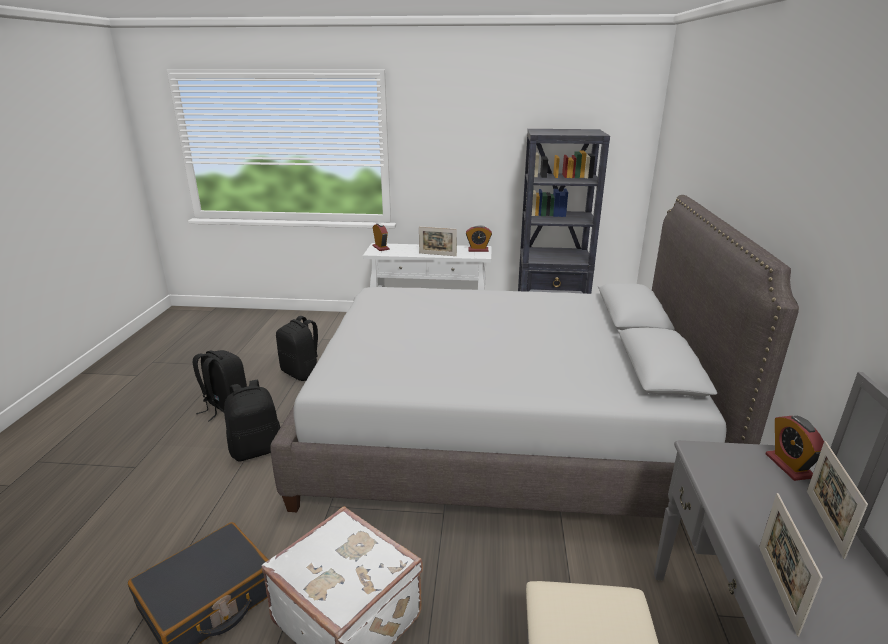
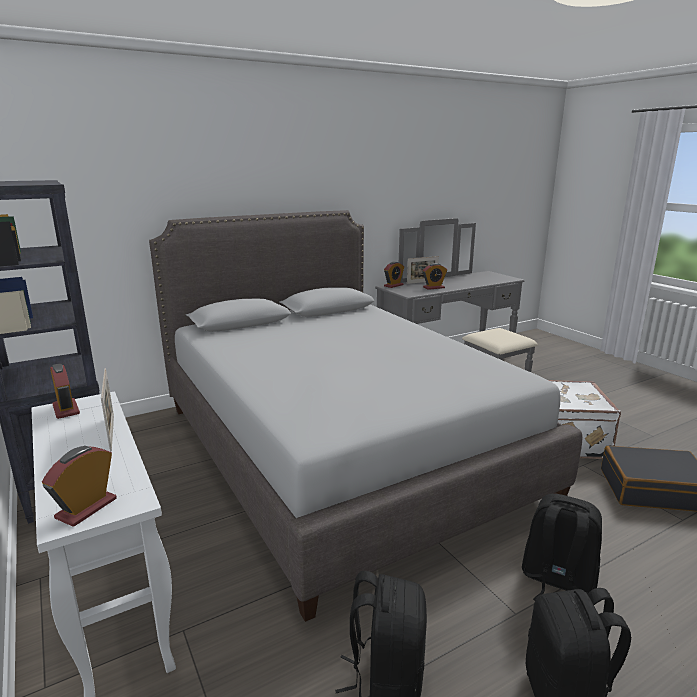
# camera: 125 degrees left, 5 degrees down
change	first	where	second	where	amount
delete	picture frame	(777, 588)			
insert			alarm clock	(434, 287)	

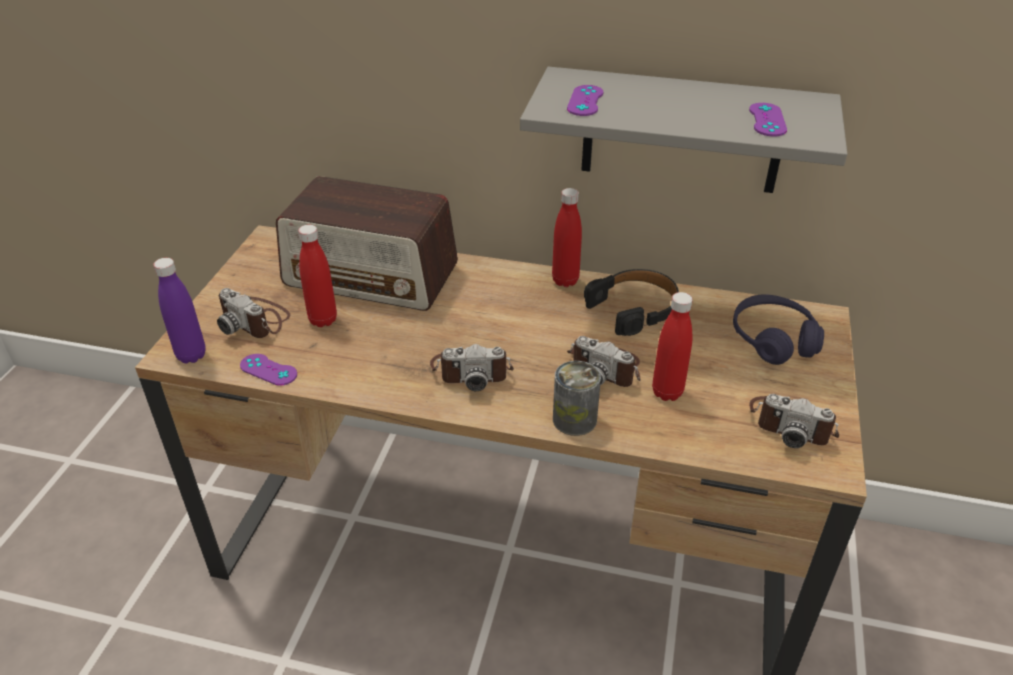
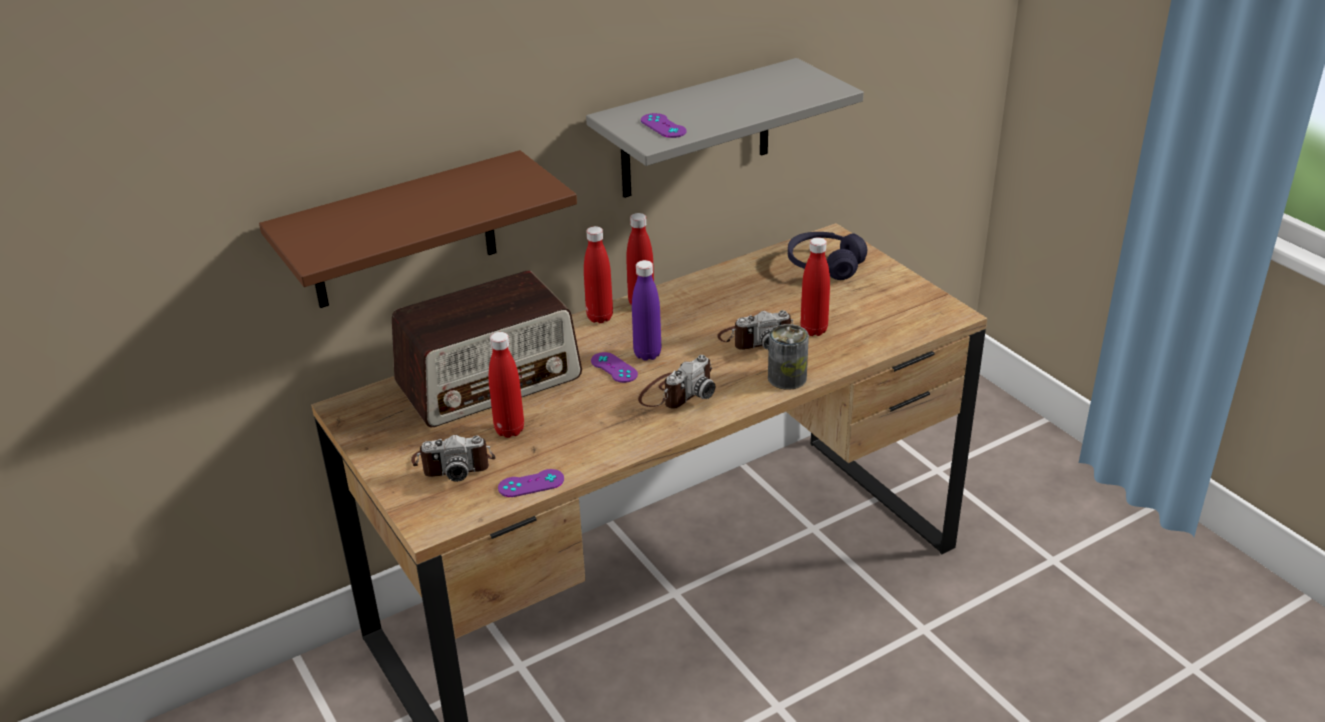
# camera: 45 degrees left, 5 degrees down
change	first	where	second	where	amount
delete	headphones (black)	(634, 308)			
delete	photo camera	(791, 424)			
insert			shelf (brown)	(402, 232)	
insert			bottle (red)	(600, 317)	
move	bottle (purple)	(191, 355)		(647, 354)	
move	game controller (purple)	(767, 120)		(614, 368)	

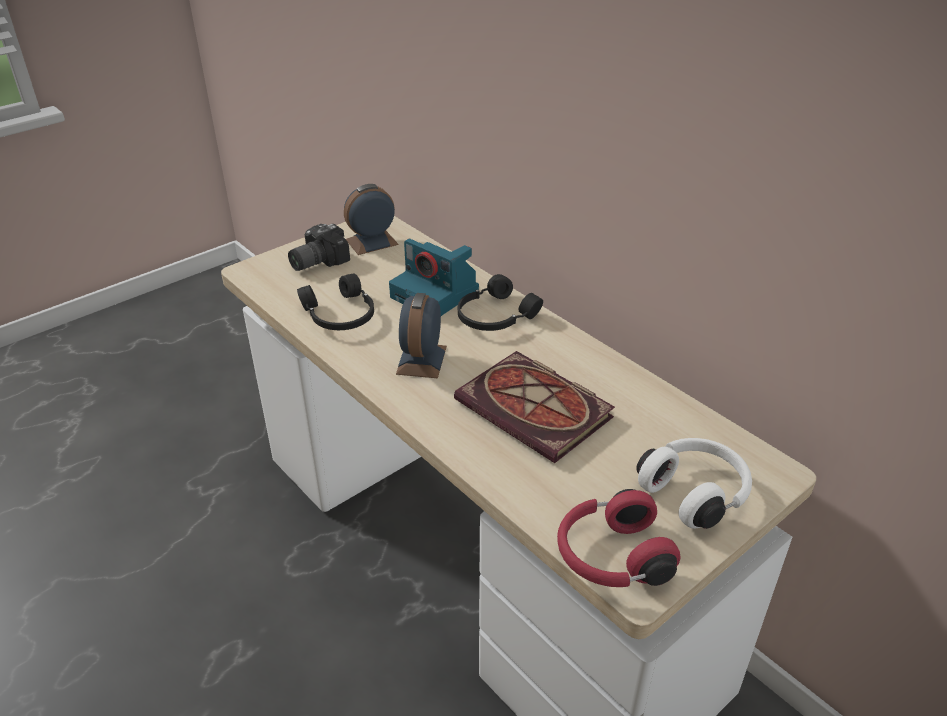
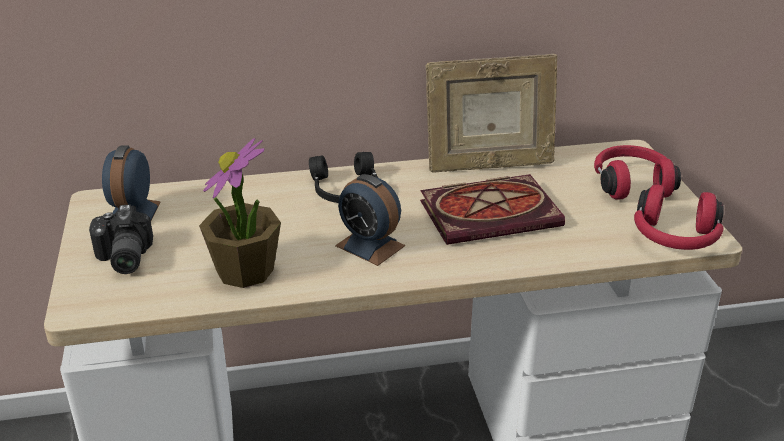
# camera: 60 degrees left, 5 degrees down
change	first	where	second	where	amount
delete	photo camera	(436, 294)			
insert			picture frame	(488, 166)	
replace	headphones (black)	(339, 315)	potted plant	(245, 271)	
recolor	headphones (white)	(695, 492)	headphones (red)	(631, 184)	

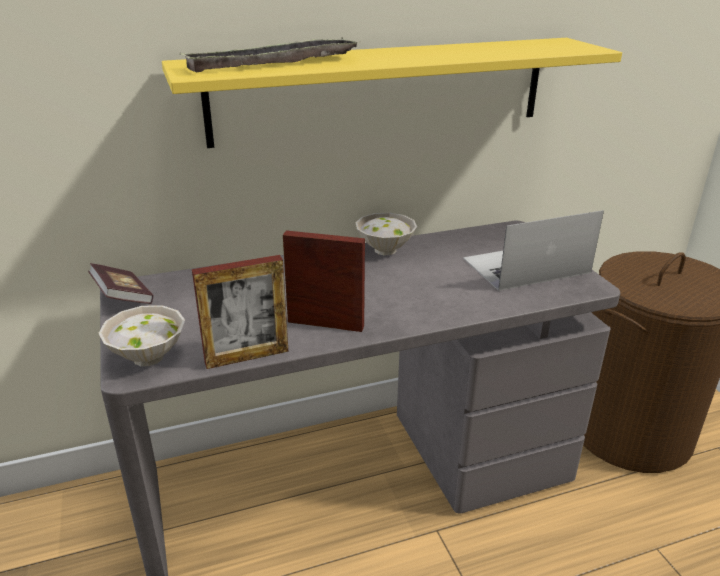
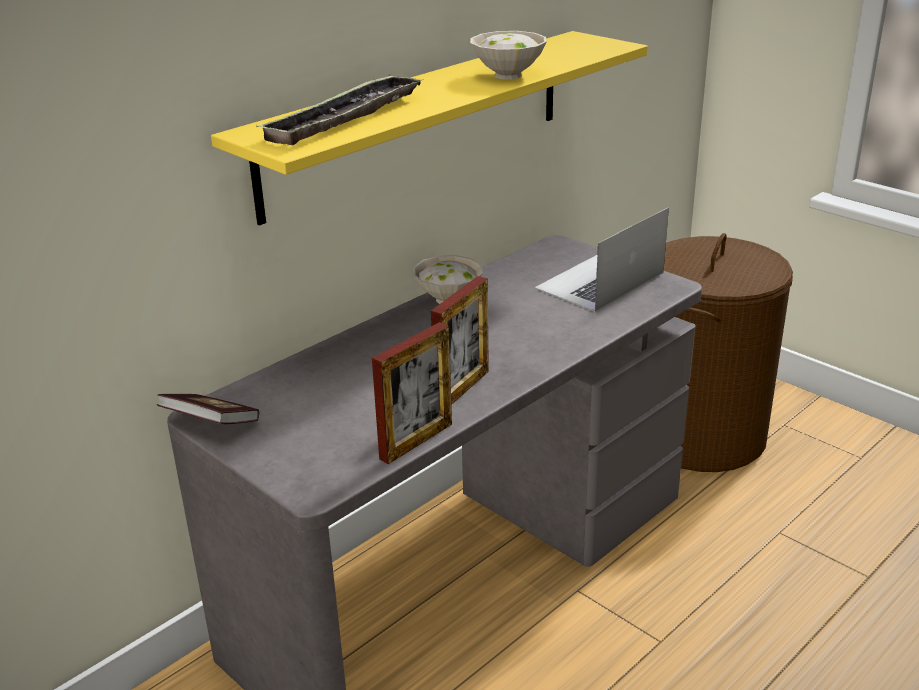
# camera: 25 degrees left, 0 degrees up
change	first	where	second	where	amount
move	bowl (white)	(146, 357)		(506, 76)	
rotate	picture frame	(325, 324)		(462, 389)	135 degrees clockwise

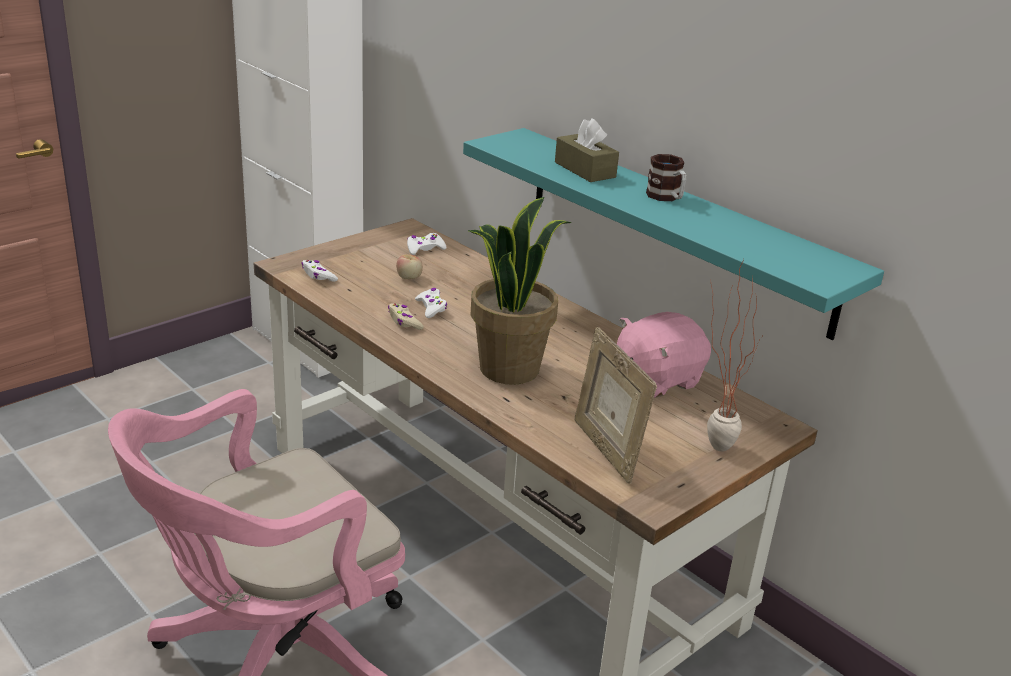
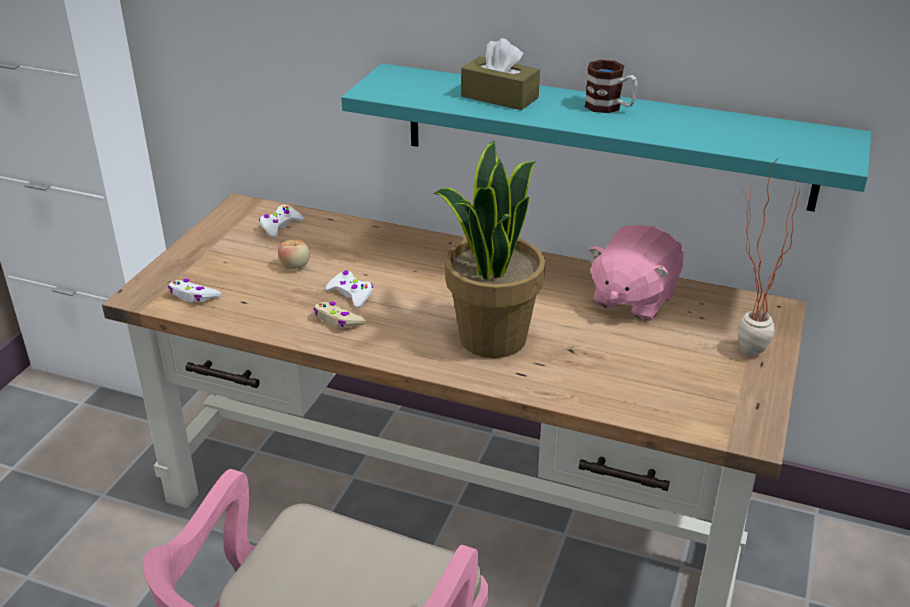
# camera: 25 degrees left, 5 degrees up
change	first	where	second	where	amount
delete	picture frame	(606, 450)			

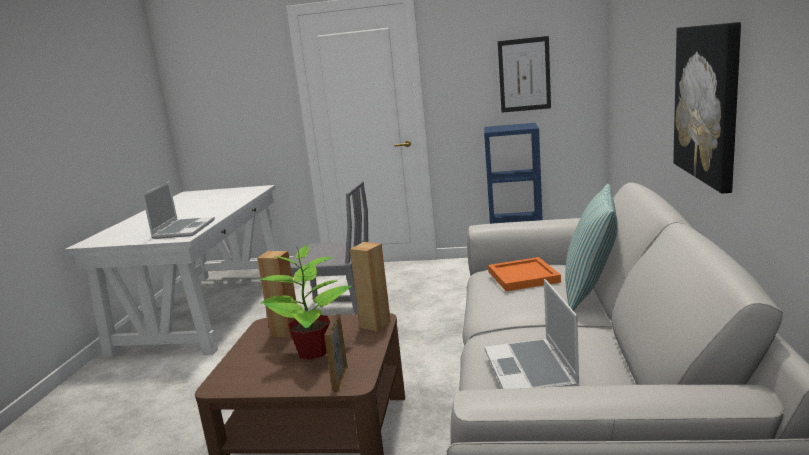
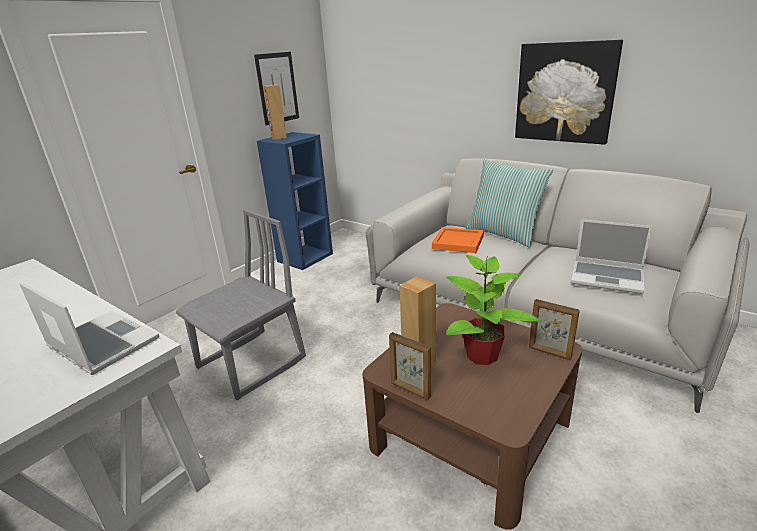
# camera: 60 degrees left, 10 degrees up
change	first	where	second	where	amount
insert			picture frame	(410, 390)	
move	speaker (brown)	(375, 324)		(278, 137)	

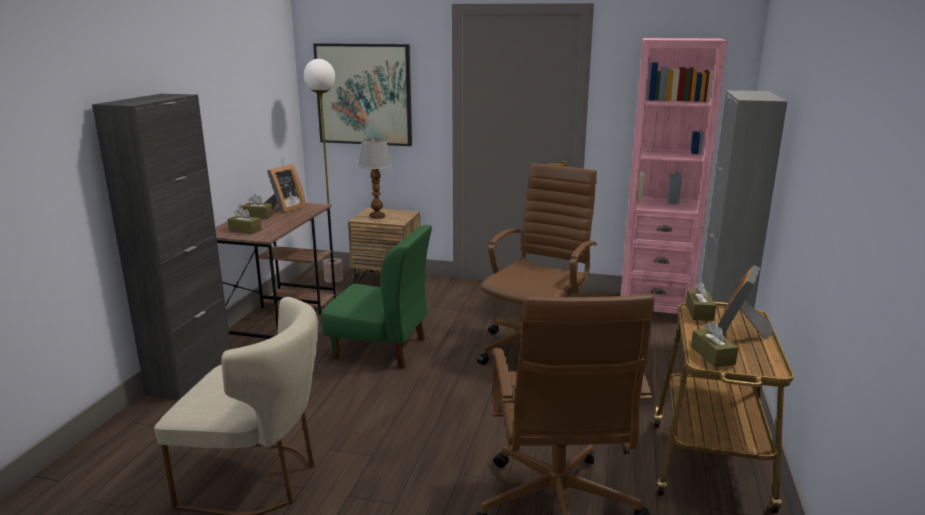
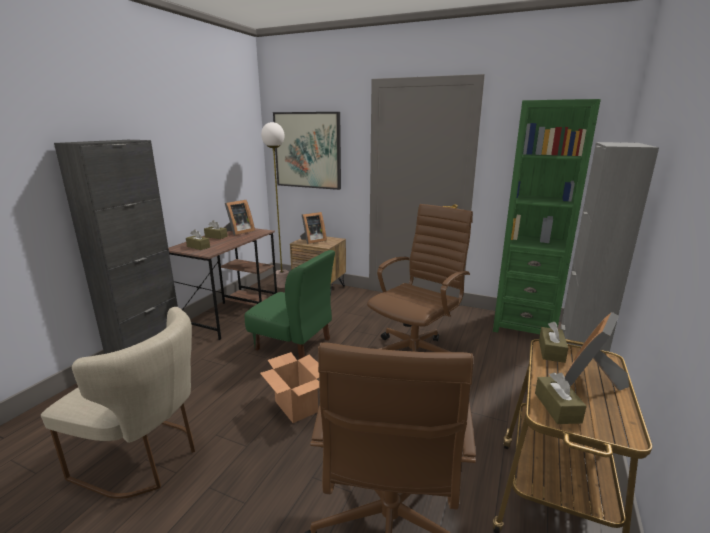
# camera: 10 degrees right, 0 degrees up
change	first	where	second	where	amount
insert			cardboard box	(297, 407)	
replace	table lamp	(377, 216)	picture frame	(312, 241)	
recolor	bookcase (pink)	(654, 307)	bookcase (green)	(524, 326)	

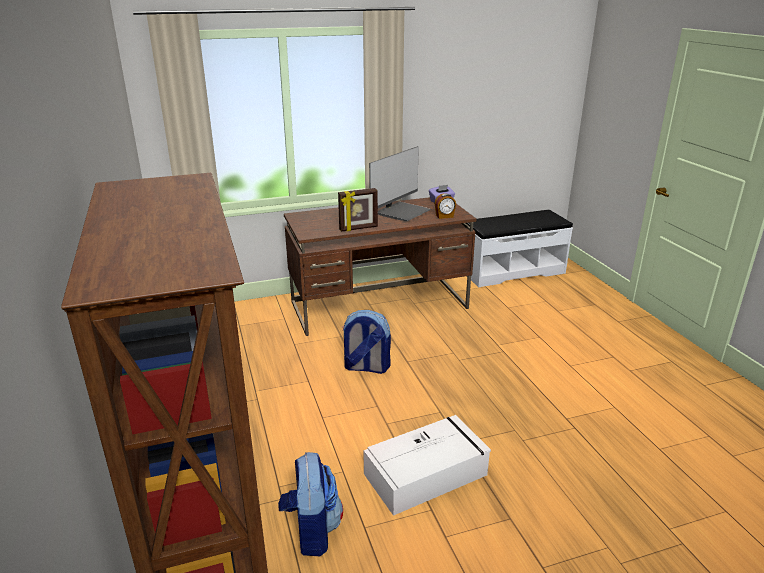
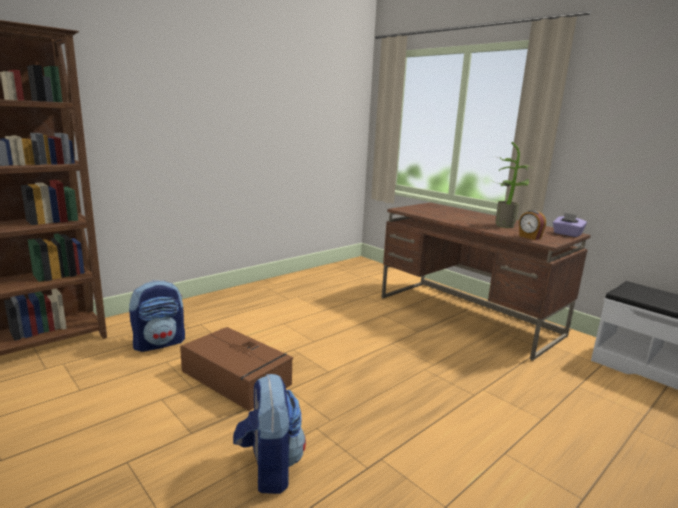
# camera: 65 degrees right, 10 degrees down
change	first	where	second	where	amount
delete	picture frame	(358, 228)			
move	backpack	(366, 367)		(269, 468)	
replace	monitor	(402, 212)	potted plant	(505, 225)	
recolor	storage box (white)	(427, 473)	storage box (brown)	(237, 378)	

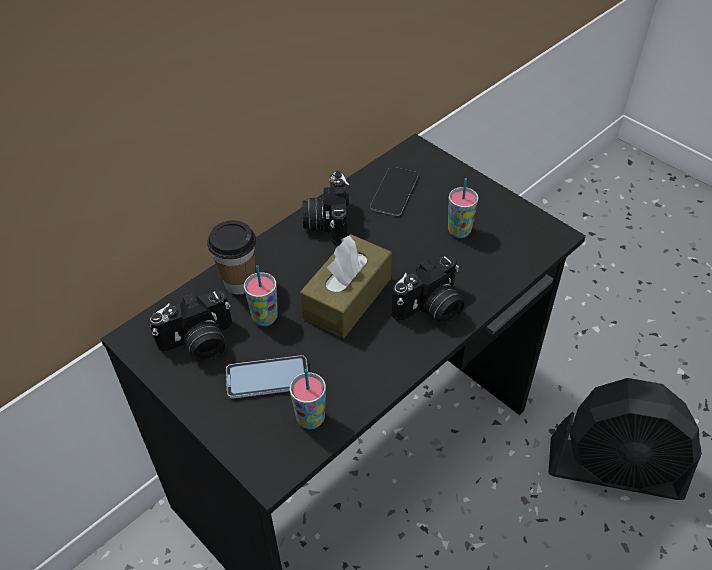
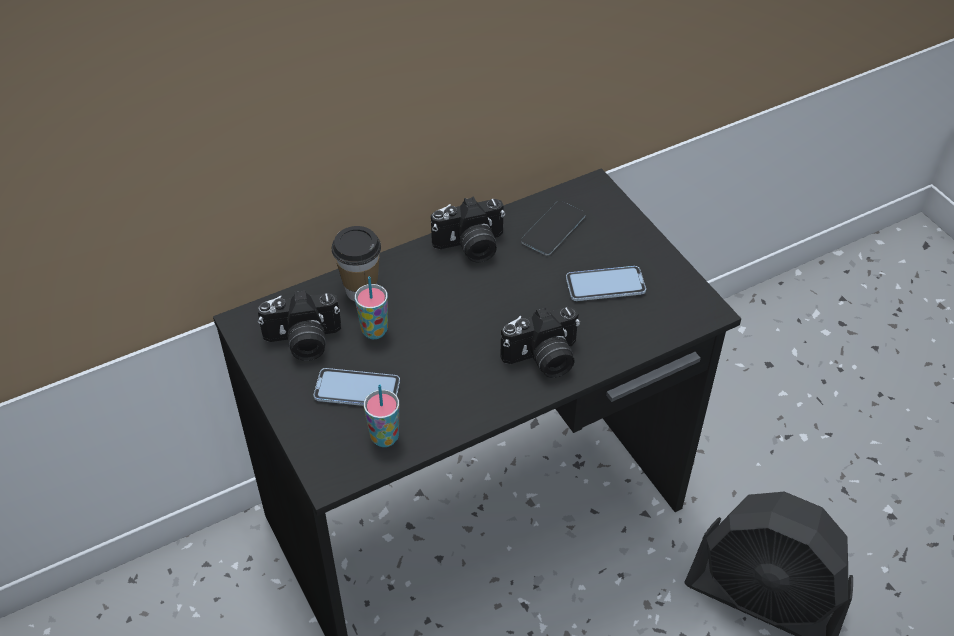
# camera: 15 degrees right, 0 degrees up
change	first	where	second	where	amount
delete	tissue box (brown)	(347, 298)			
replace	cup	(459, 231)	phone	(605, 285)	
rotate	photo camera	(327, 222)		(470, 247)	120 degrees counterclockwise

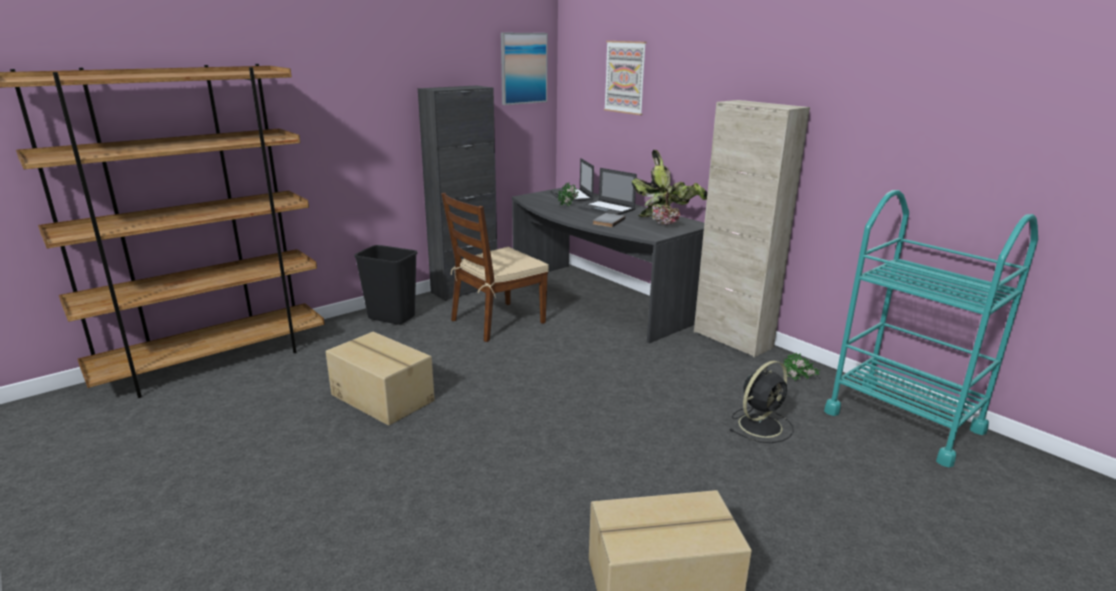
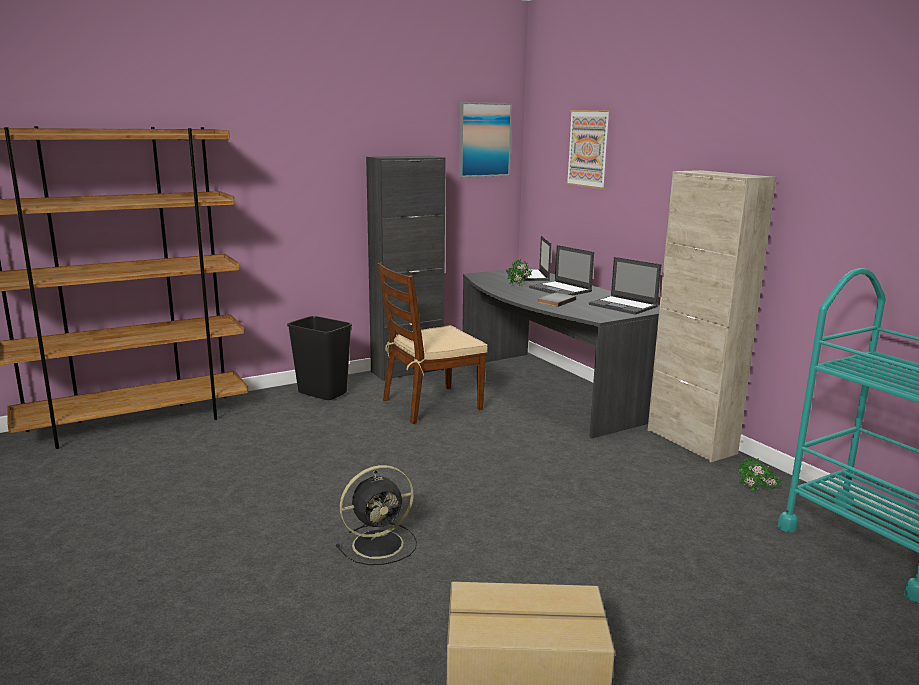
# camera: 10 degrees right, 5 degrees down
change	first	where	second	where	amount
delete	cardboard box	(383, 397)			
move	fan (black)	(761, 425)		(380, 544)	
replace	potted plant	(669, 223)	laptop	(624, 306)	

